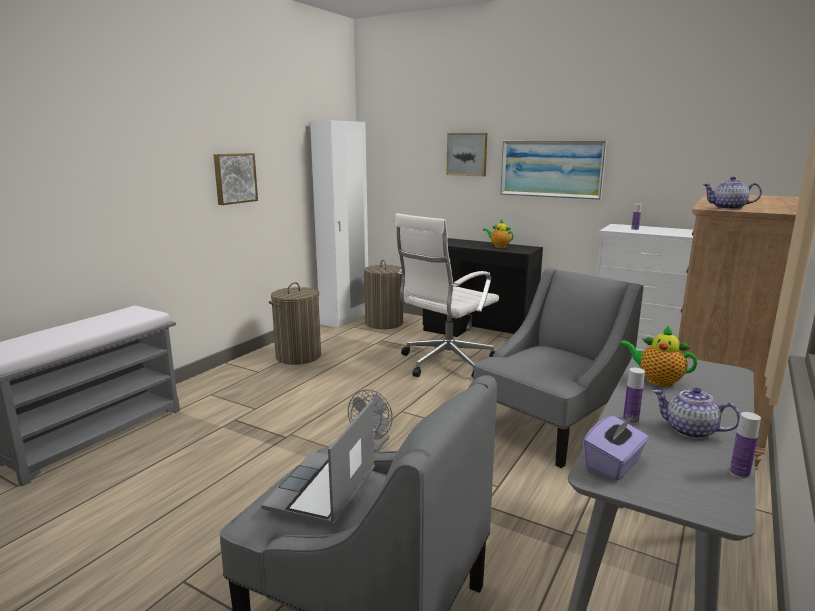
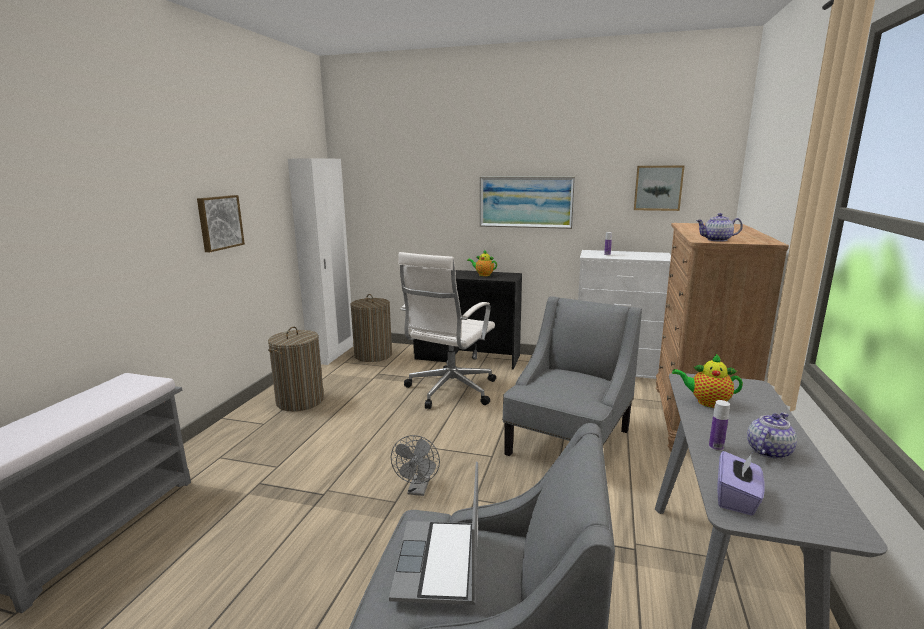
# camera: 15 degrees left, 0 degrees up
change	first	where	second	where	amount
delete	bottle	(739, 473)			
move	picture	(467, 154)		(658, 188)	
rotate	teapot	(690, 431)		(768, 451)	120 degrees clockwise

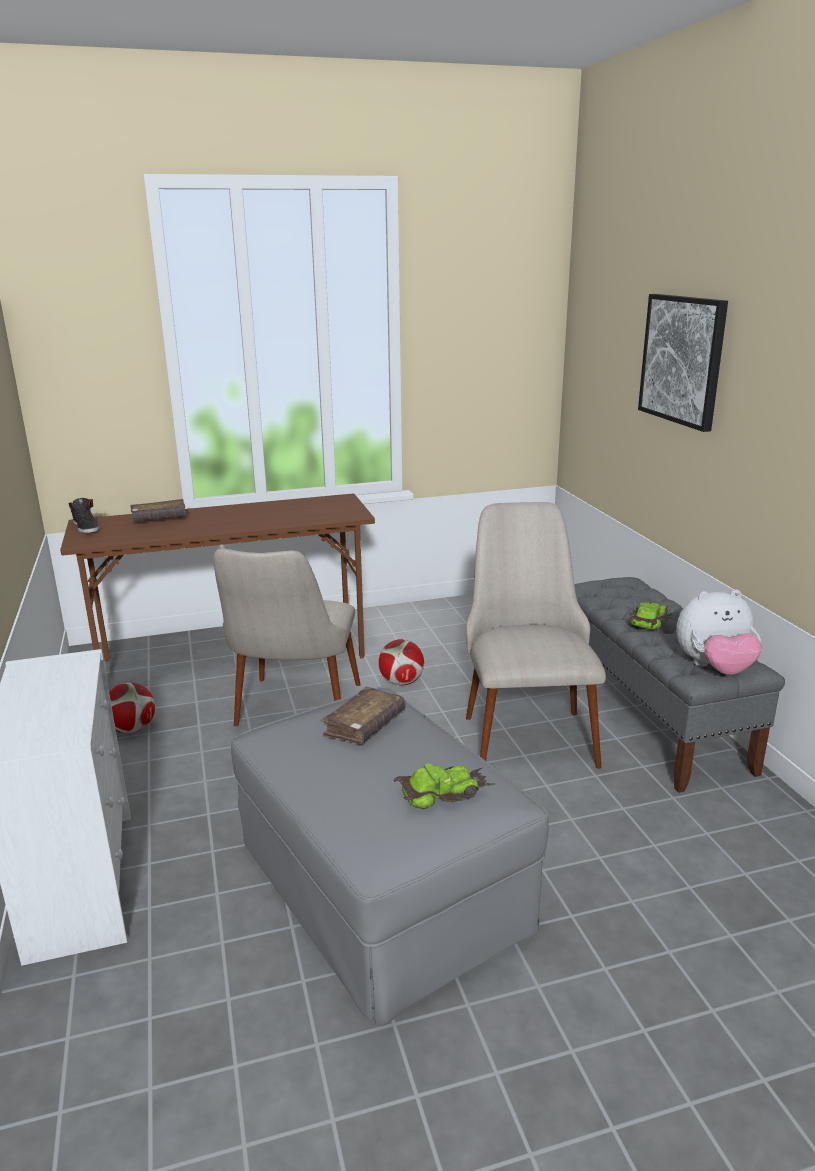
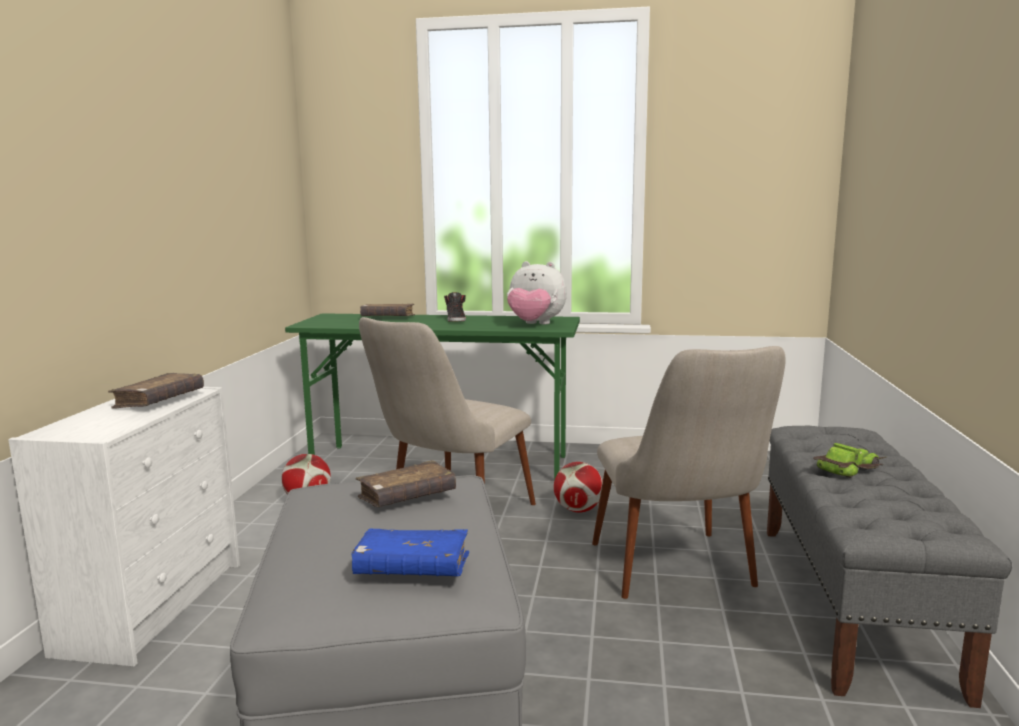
# camera: 25 degrees right, 10 degrees down
change	first	where	second	where	amount
delete	picture	(682, 360)			
insert			book (brown)	(159, 401)	
move	shoe (black)	(86, 527)		(456, 319)	
move	plush toy	(714, 668)		(535, 324)	
replace	toy car	(443, 792)	book (blue)	(412, 568)	
recolor	desk (brown)	(235, 658)	desk (green)	(441, 463)	
rotate	chair (beige)	(525, 727)		(680, 578)	150 degrees clockwise

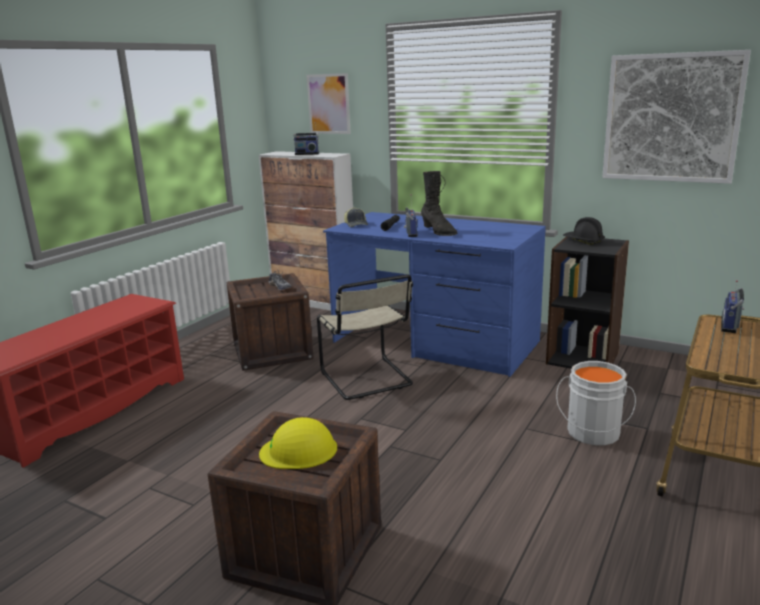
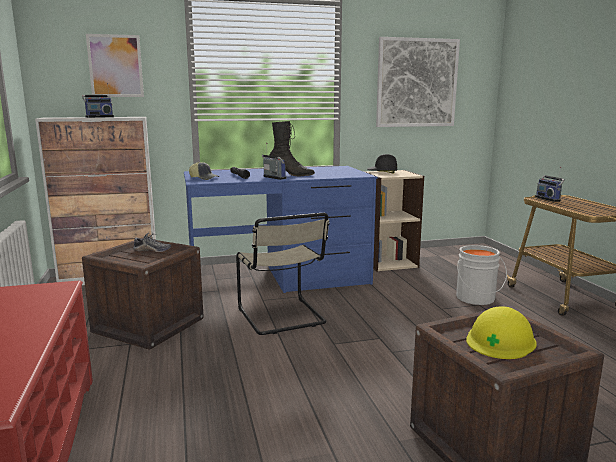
# camera: 45 degrees left, 5 degrees down
change	first	where	second	where	amount
recolor	bookcase (black)	(583, 358)	bookcase (beige)	(388, 262)	
rotate	chair (beige)	(367, 380)		(282, 317)	45 degrees clockwise

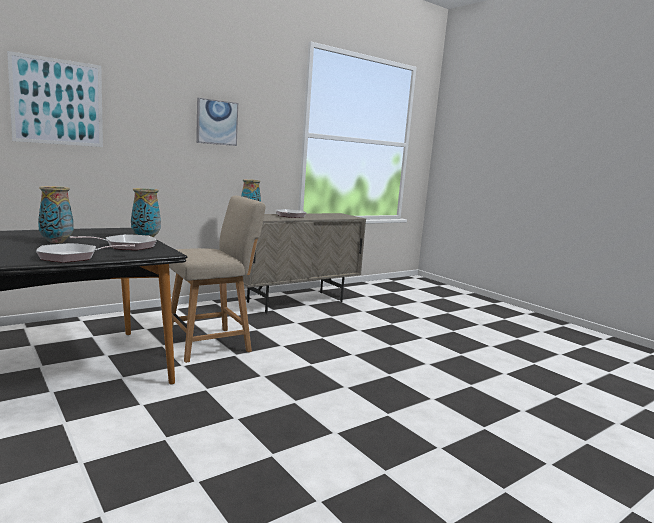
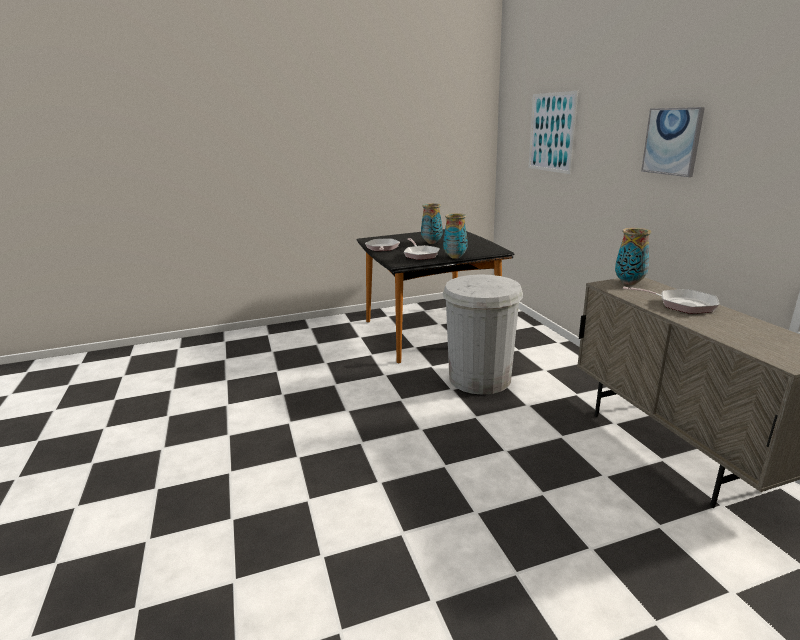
# camera: 110 degrees right, 10 degrees up
change	first	where	second	where	amount
replace	chair (beige)	(212, 344)	trash can (white)	(480, 378)	

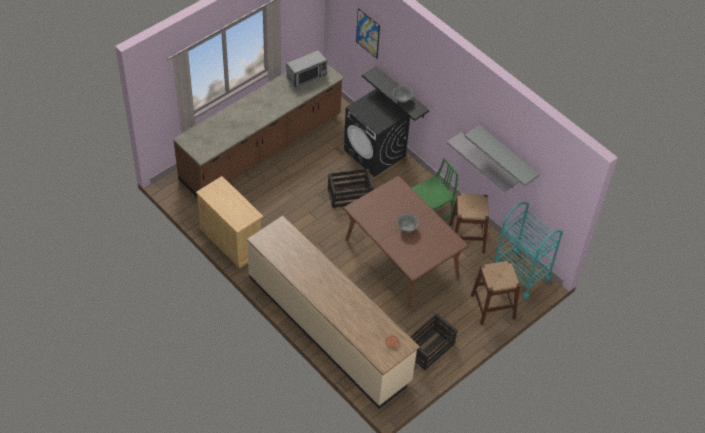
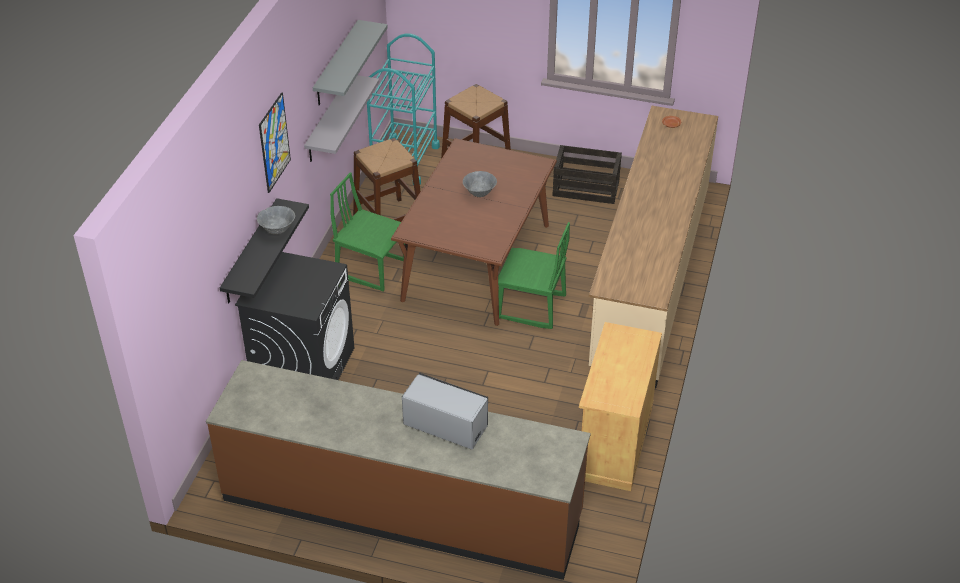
# camera: 120 degrees left, 10 degrees down
change	first	where	second	where	amount
delete	crate	(350, 195)			
insert			chair (green)	(531, 307)	
move	microwave	(307, 76)		(445, 424)	
move	picture	(368, 33)		(274, 142)	

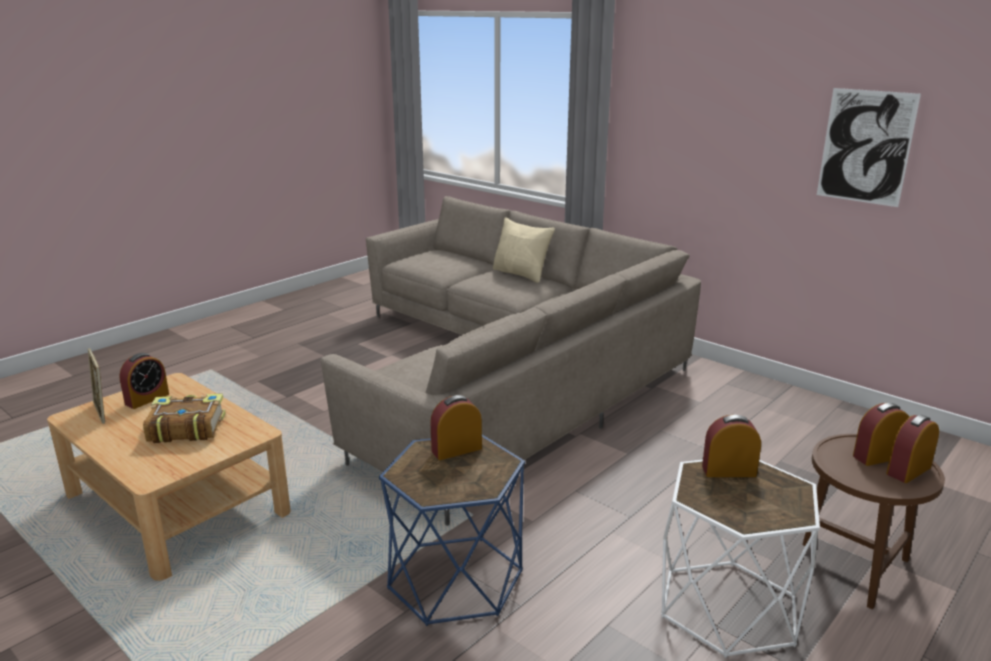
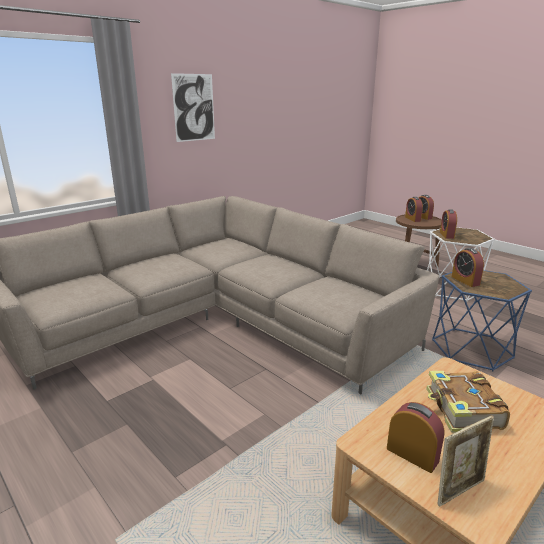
# camera: 85 degrees left, 0 degrees up
change	first	where	second	where	amount
delete	pillow (beige)	(521, 274)			
move	picture	(865, 147)		(194, 107)	

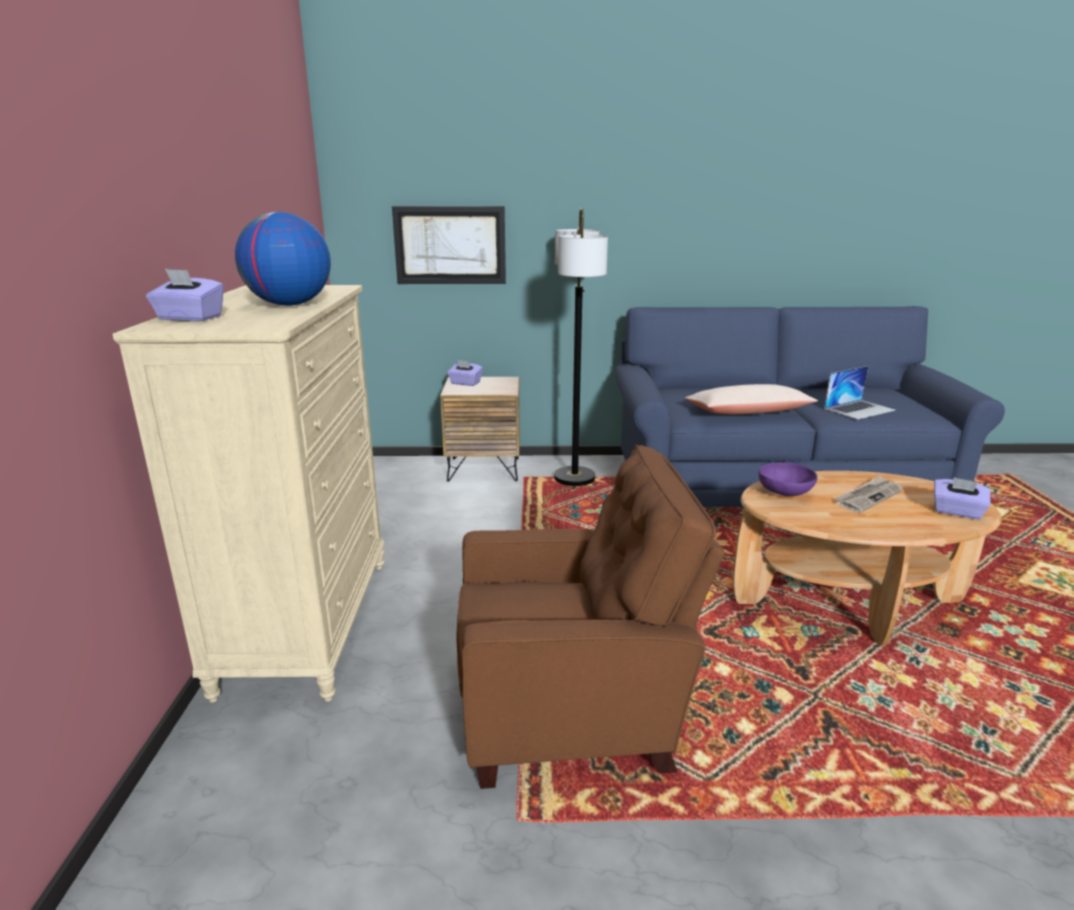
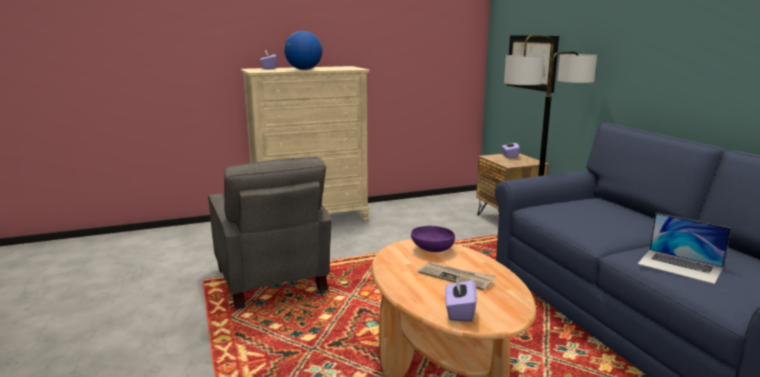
# camera: 70 degrees right, 5 degrees down
change	first	where	second	where	amount
delete	pillow (beige)	(748, 412)			
recolor	armchair (brown)	(572, 713)	armchair (grey)	(271, 281)	

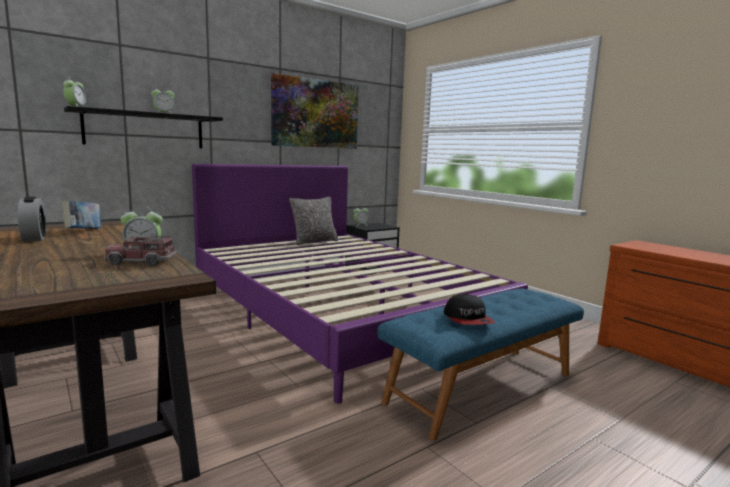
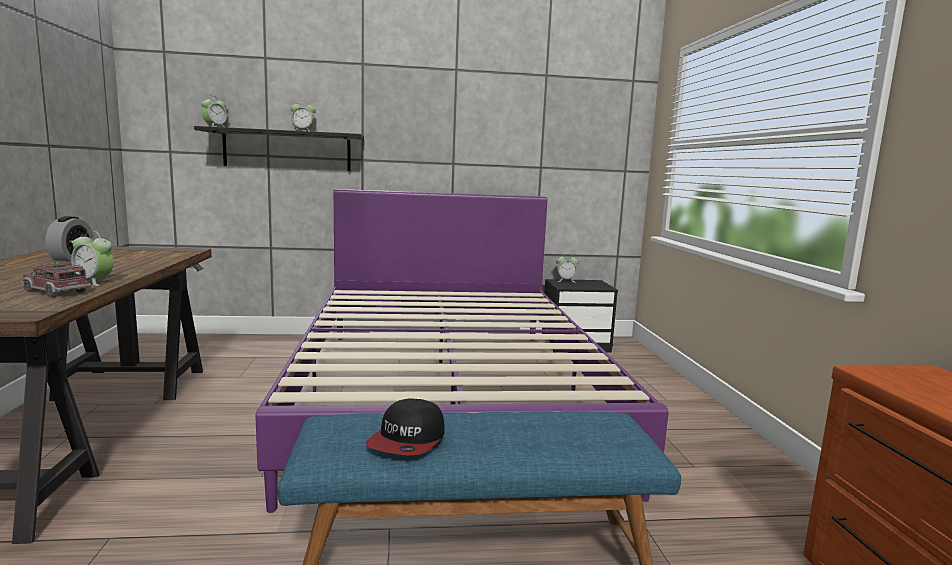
# camera: 30 degrees right, 0 degrees up
change	first	where	second	where	amount
delete	book	(84, 231)			
delete	picture	(316, 114)			
delete	pillow	(314, 241)			

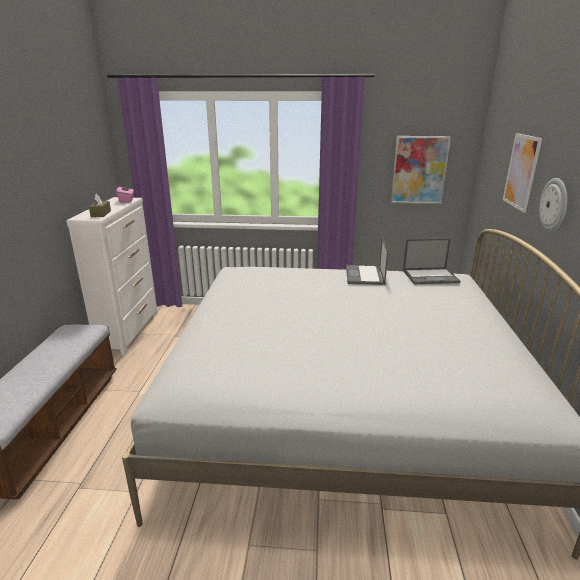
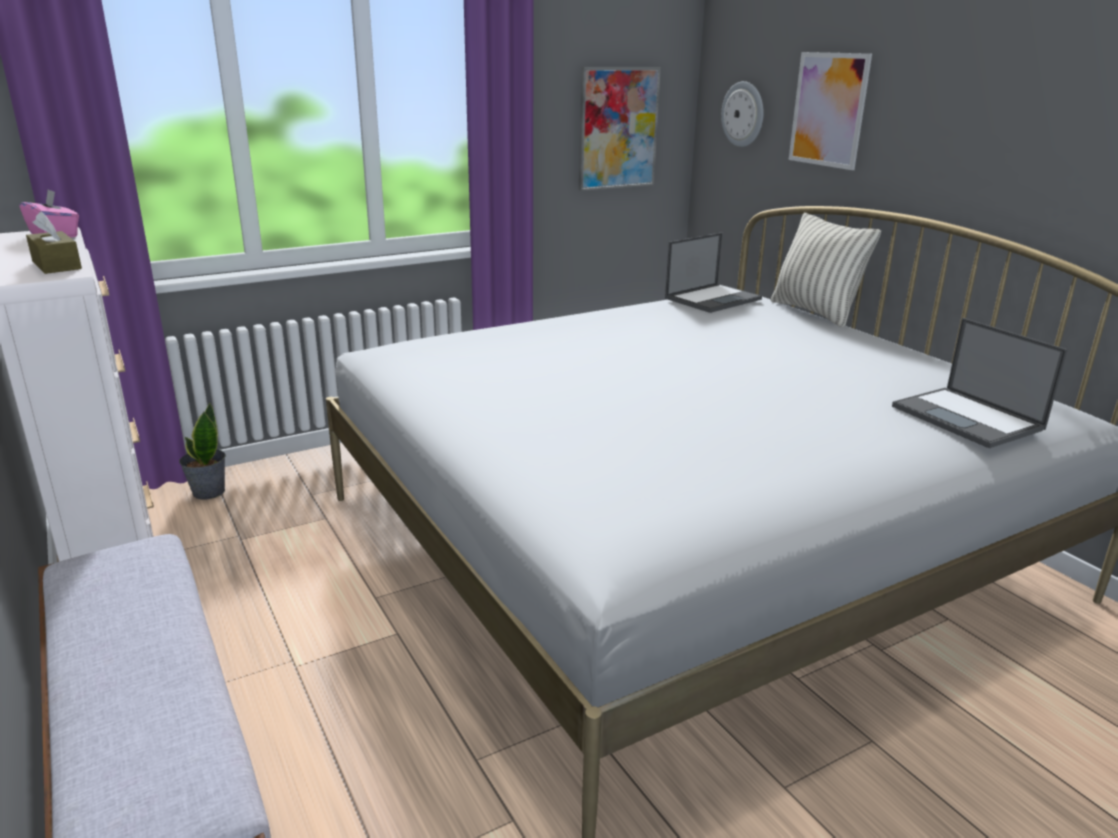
# camera: 35 degrees left, 0 degrees up
change	first	where	second	where	amount
insert			potted plant	(208, 492)	
insert			pillow	(815, 312)	
move	laptop	(365, 275)		(968, 418)	
move	wall clock	(554, 205)		(743, 114)	

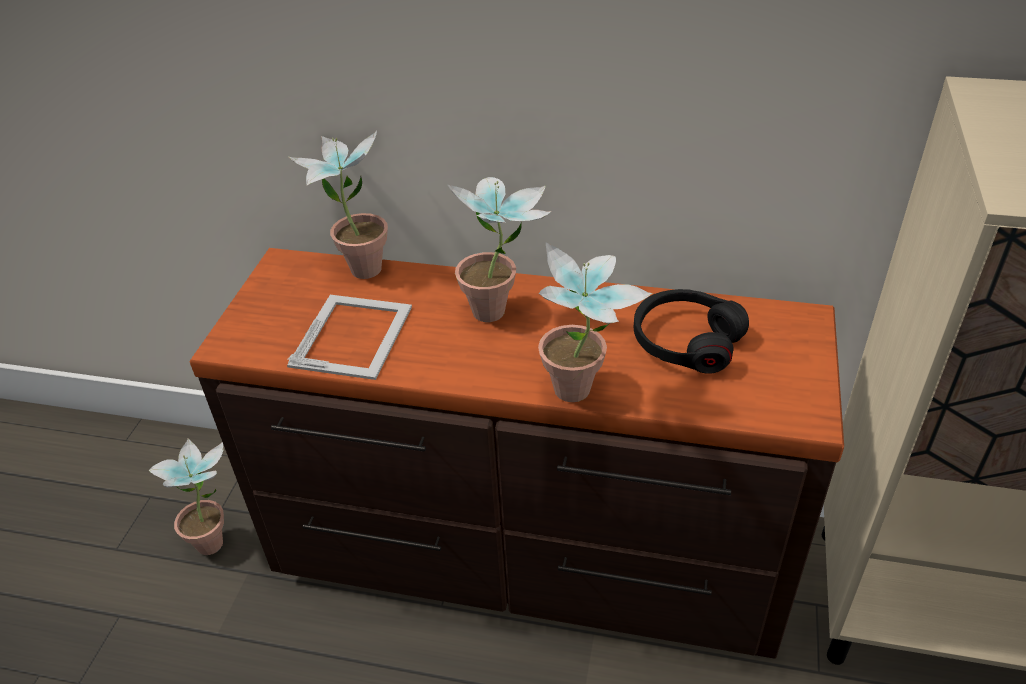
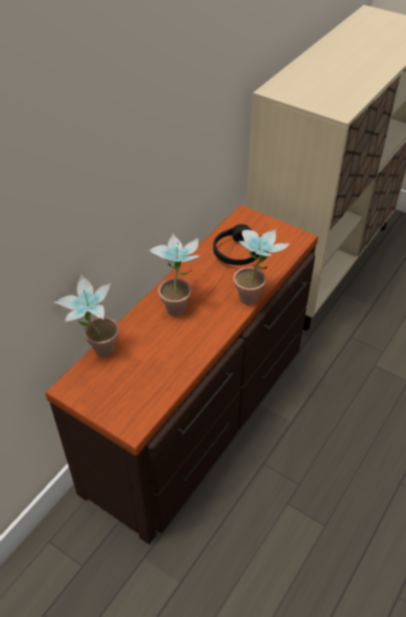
# camera: 70 degrees left, 5 degrees up
change	first	where	second	where	amount
delete	potted plant	(216, 536)			
delete	picture frame	(353, 335)			

